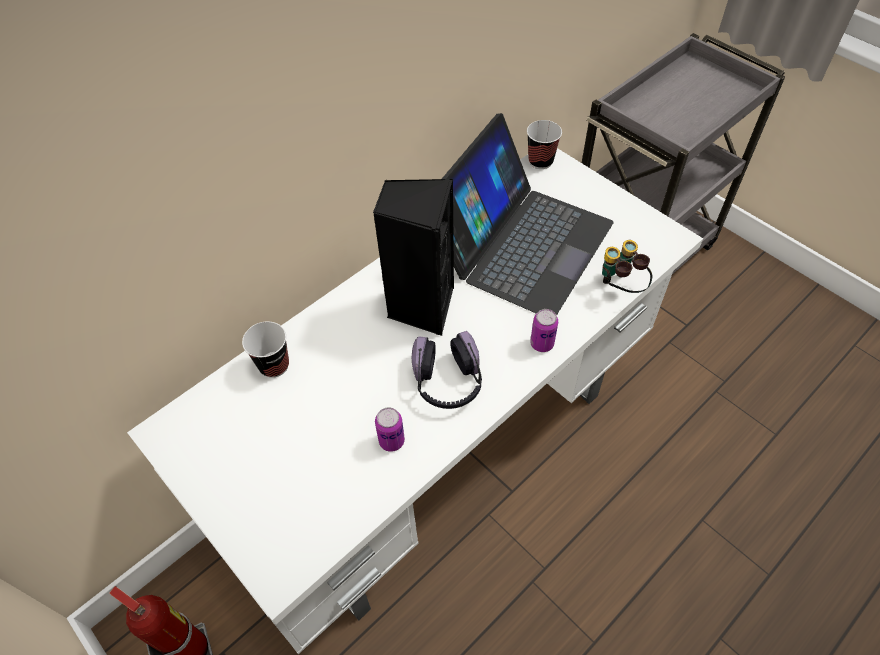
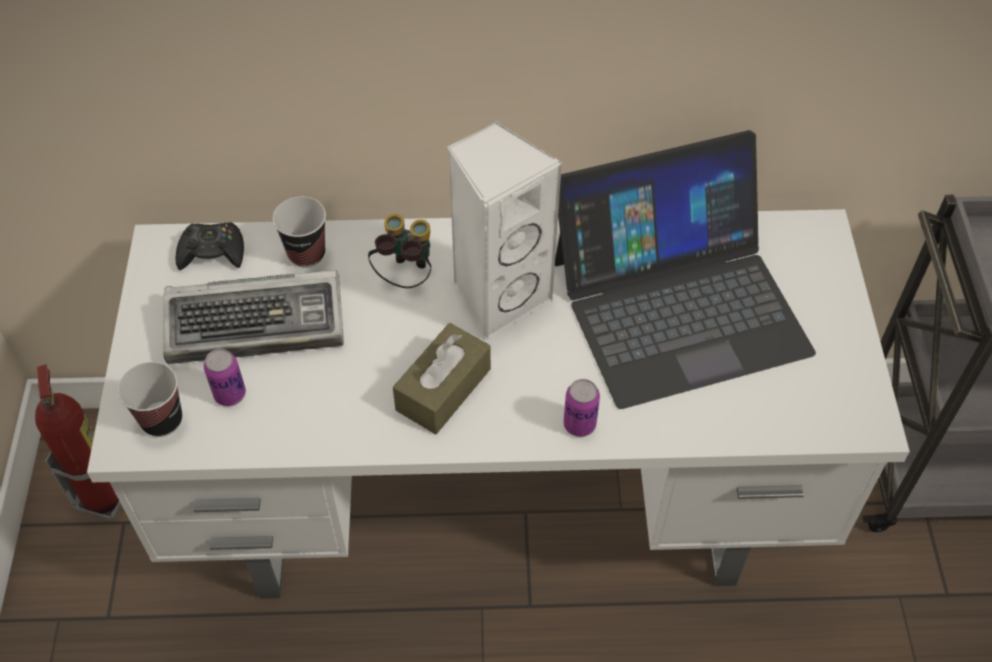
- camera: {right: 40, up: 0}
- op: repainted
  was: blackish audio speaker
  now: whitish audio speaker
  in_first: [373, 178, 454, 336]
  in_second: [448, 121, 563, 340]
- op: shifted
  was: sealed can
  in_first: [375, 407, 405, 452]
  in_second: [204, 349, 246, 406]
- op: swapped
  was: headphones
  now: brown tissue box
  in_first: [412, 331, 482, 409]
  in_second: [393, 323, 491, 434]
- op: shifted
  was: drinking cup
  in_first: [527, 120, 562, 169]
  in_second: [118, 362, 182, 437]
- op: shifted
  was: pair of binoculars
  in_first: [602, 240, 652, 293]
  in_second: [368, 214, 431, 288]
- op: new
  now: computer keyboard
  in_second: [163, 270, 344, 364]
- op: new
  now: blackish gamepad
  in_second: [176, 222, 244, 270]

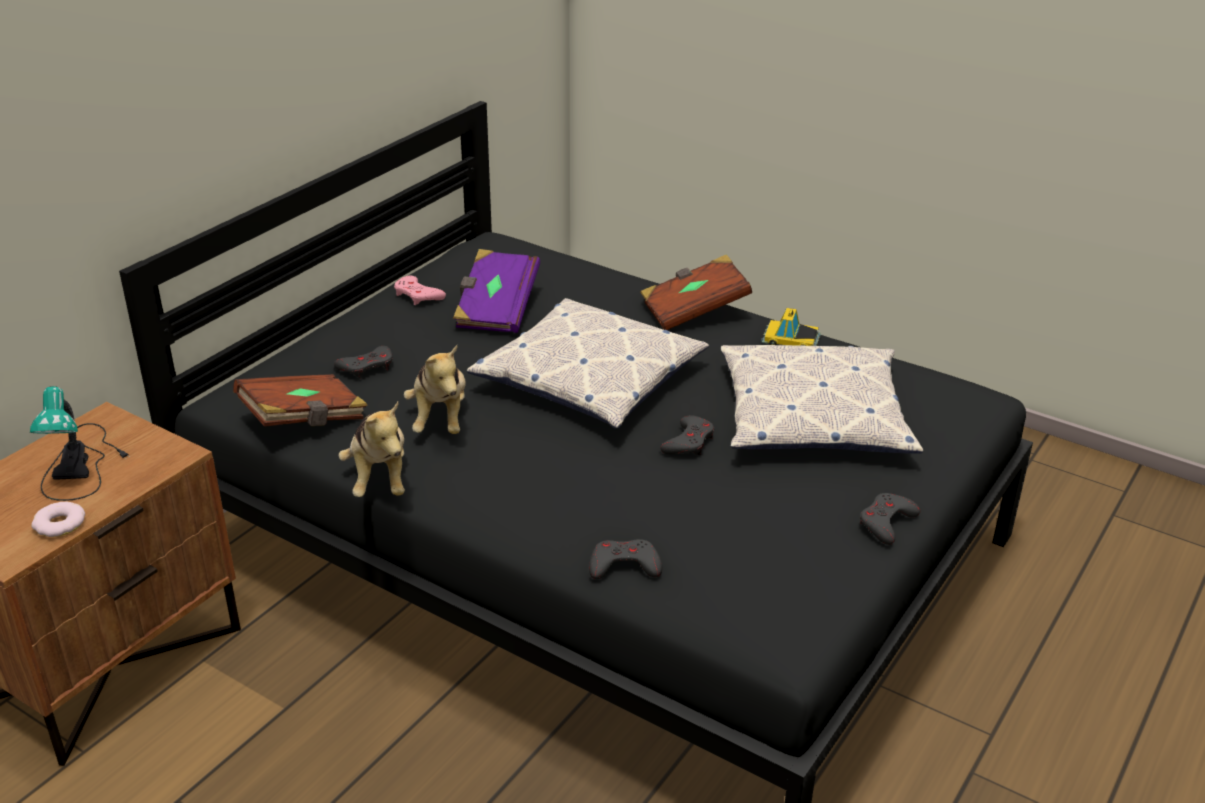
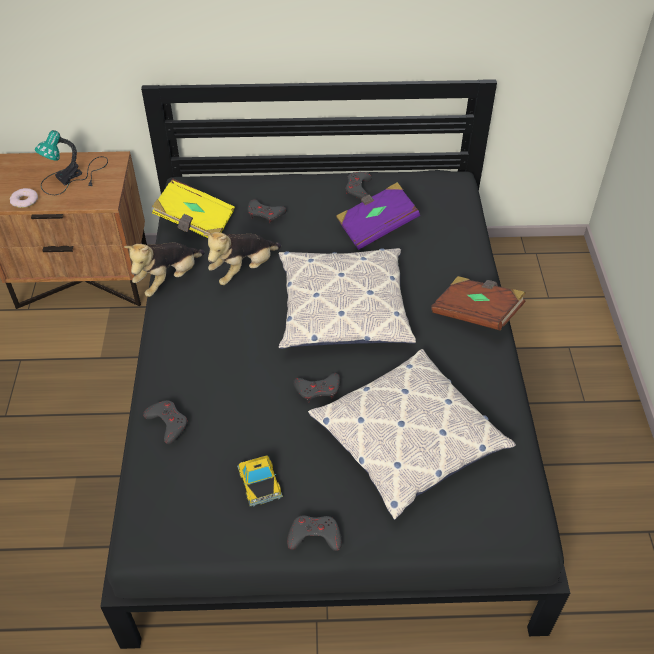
- camera: {right: 55, up: 15}
- op: repainted
  was: brown bound book
  now: yellowish bound book
  in_first: [233, 374, 368, 427]
  in_second: [152, 178, 235, 238]
- op: repainted
  was: pink-coloured gamepad
  now: grey gamepad
  in_first: [394, 276, 446, 305]
  in_second: [346, 172, 372, 199]
- op: shifted
  was: miniature car
  in_first: [761, 308, 821, 346]
  in_second: [237, 455, 283, 507]

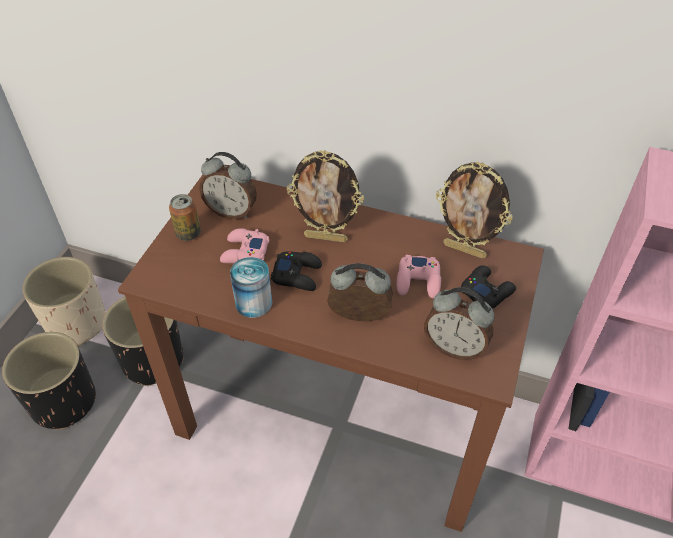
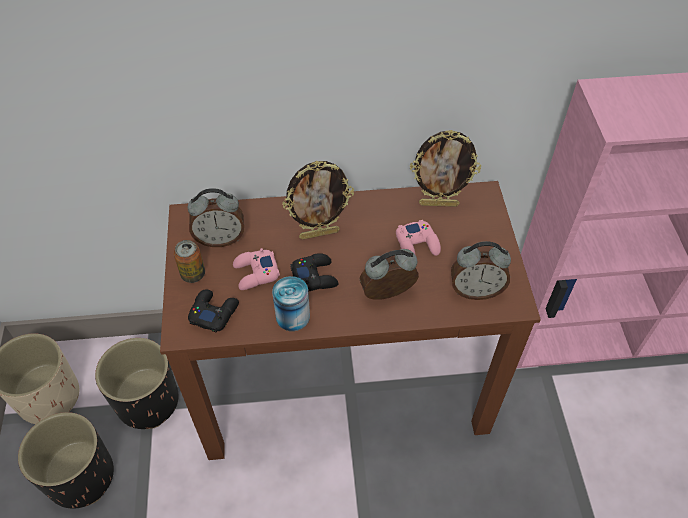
- camera: {right: -25, up: 5}
- op: shifted
  was: blackish gamepad
  in_first: [461, 265, 516, 309]
  in_second: [188, 290, 239, 332]

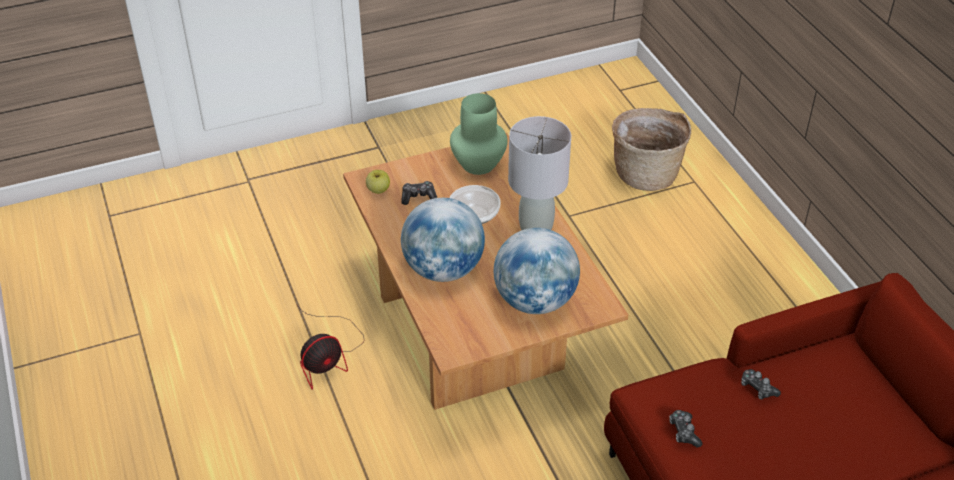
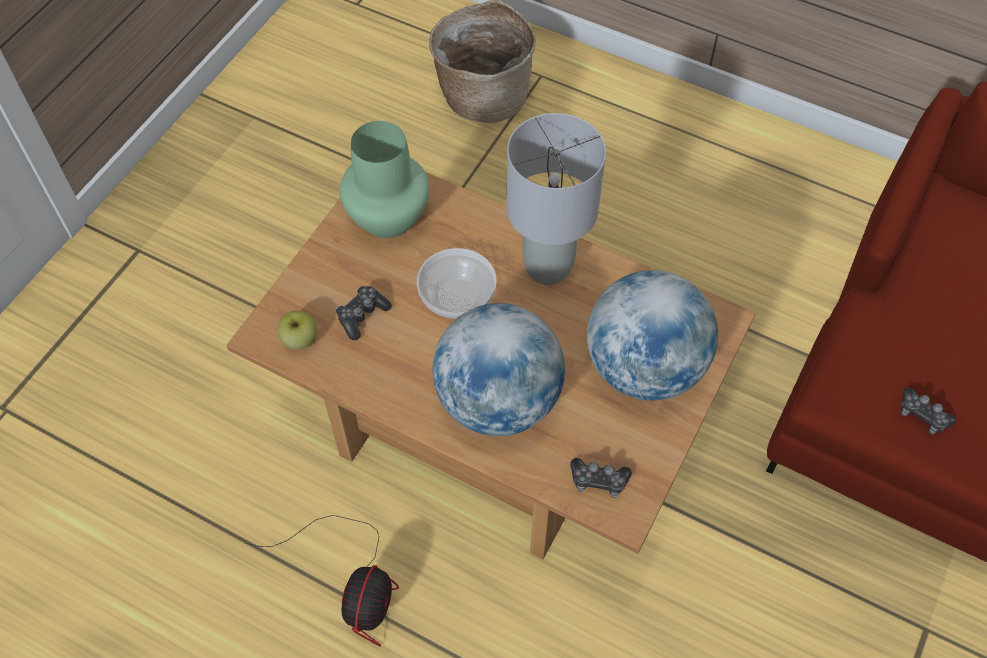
- camera: {right: -40, up: 15}
- op: shifted
  was: gamepad
  in_first: [741, 369, 781, 399]
  in_second: [570, 458, 632, 498]

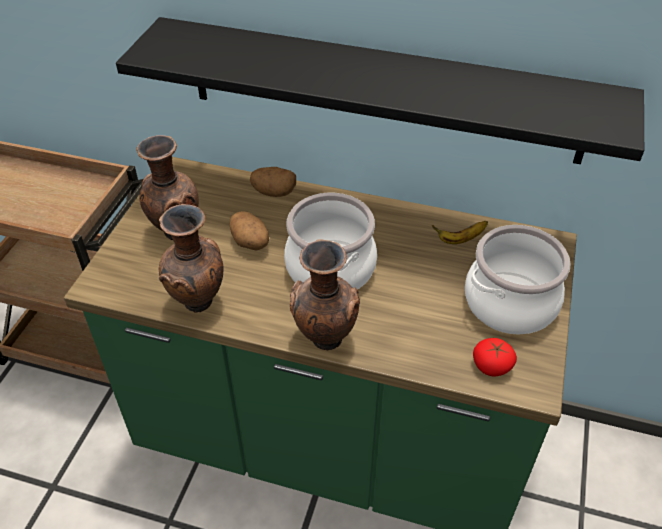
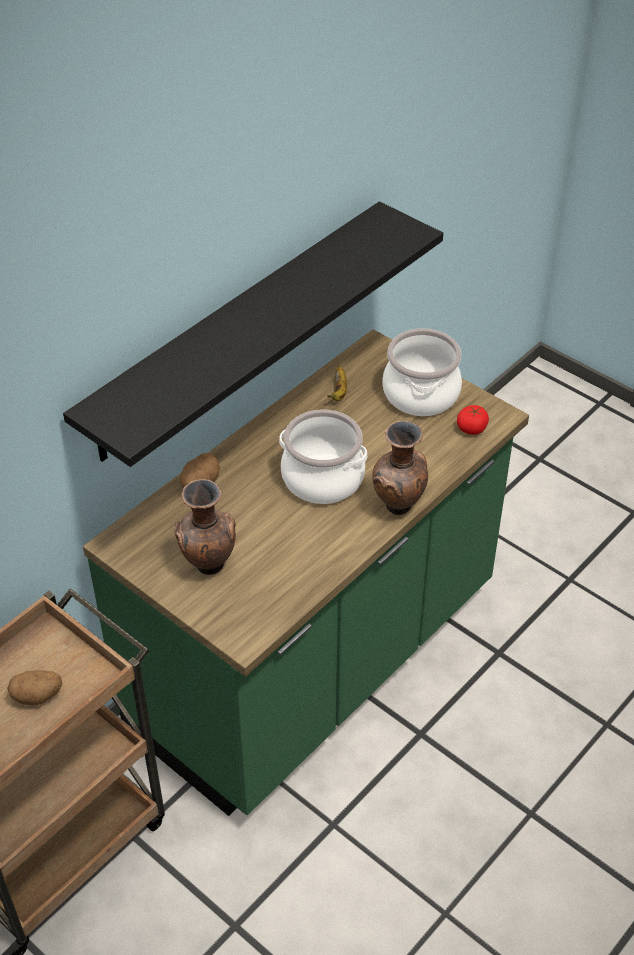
- camera: {right: -65, up: 0}
- op: gone
  was: brown flower vase
  in_first: [159, 204, 224, 313]
- op: shifted
  was: potato
  in_first: [229, 211, 269, 250]
  in_second: [7, 670, 62, 705]

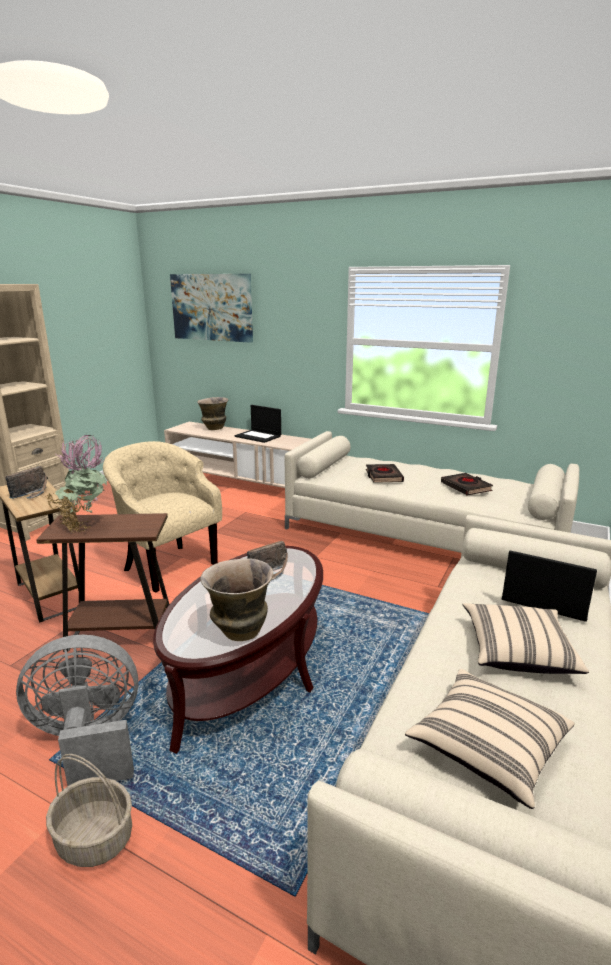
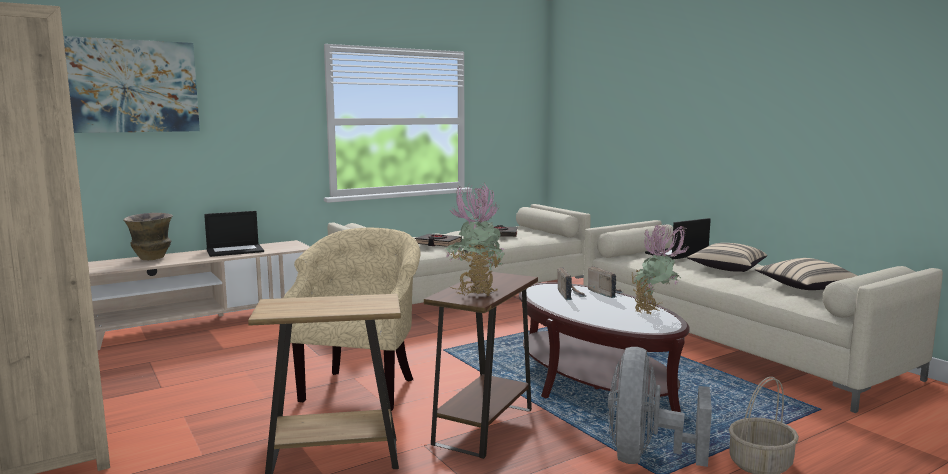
- camera: {right: -60, up: -10}
- op: shifted
  was: radio
  in_first: [5, 466, 47, 499]
  in_second: [588, 266, 623, 298]
- op: rotated
  was: beige-coloured armchair
  in_first: [103, 441, 222, 593]
  in_second: [283, 228, 421, 411]
  clockwise: 120
- op: swapped
  was: flower vase
  now: houseplant
  in_first: [200, 558, 273, 641]
  in_second: [631, 222, 688, 315]

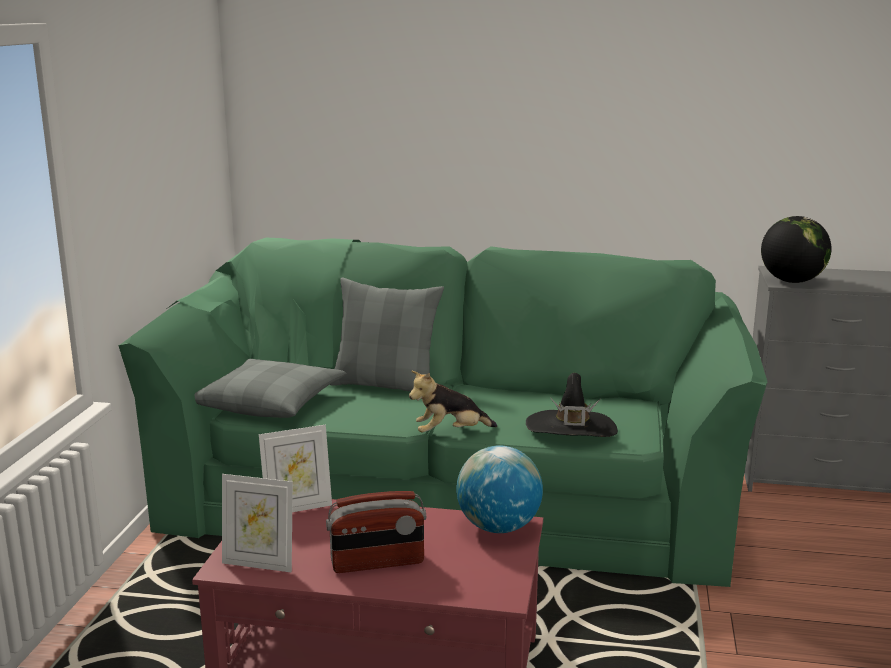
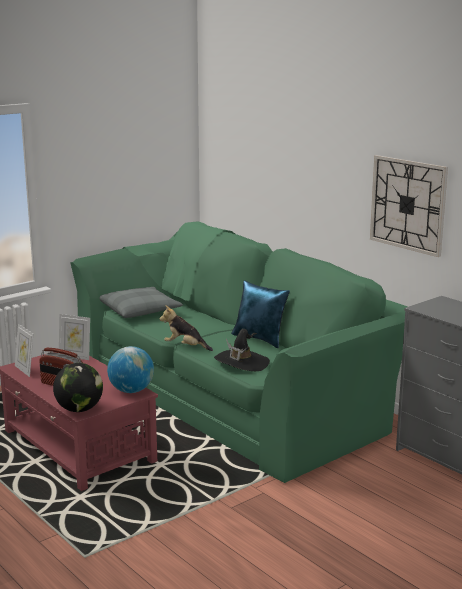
- camera: {right: 40, up: 0}
- op: gone
  was: grey throw pillow
  in_first: [330, 277, 444, 392]
- op: shifted
  was: globe
  in_first: [761, 216, 831, 283]
  in_second: [53, 363, 103, 412]
- op: new
  now: blue-coloured throw pillow
  in_second: [231, 280, 290, 348]
- op: new
  now: clock on the wall
  in_second: [370, 155, 448, 257]

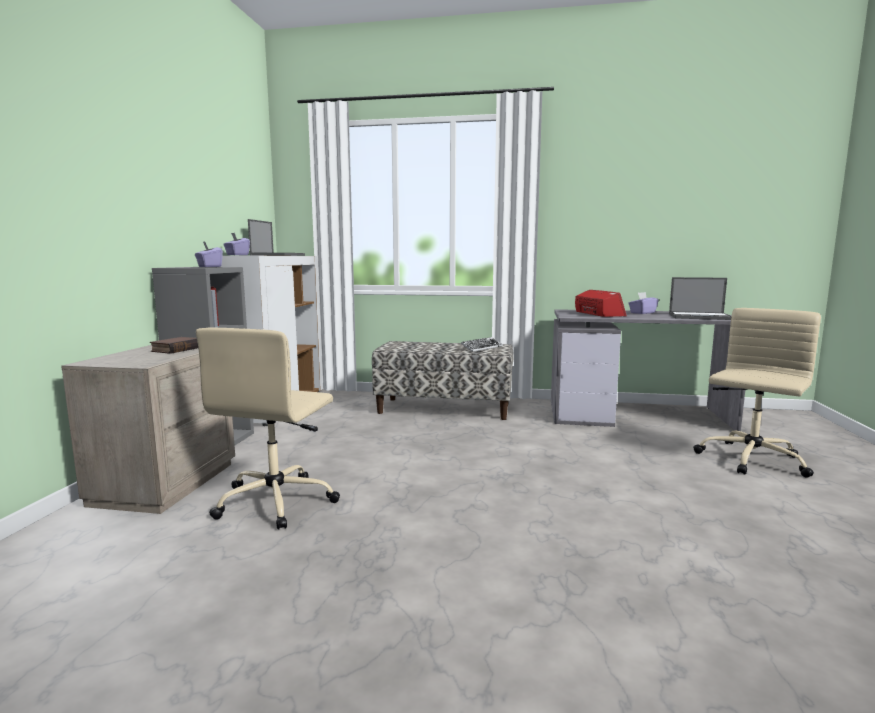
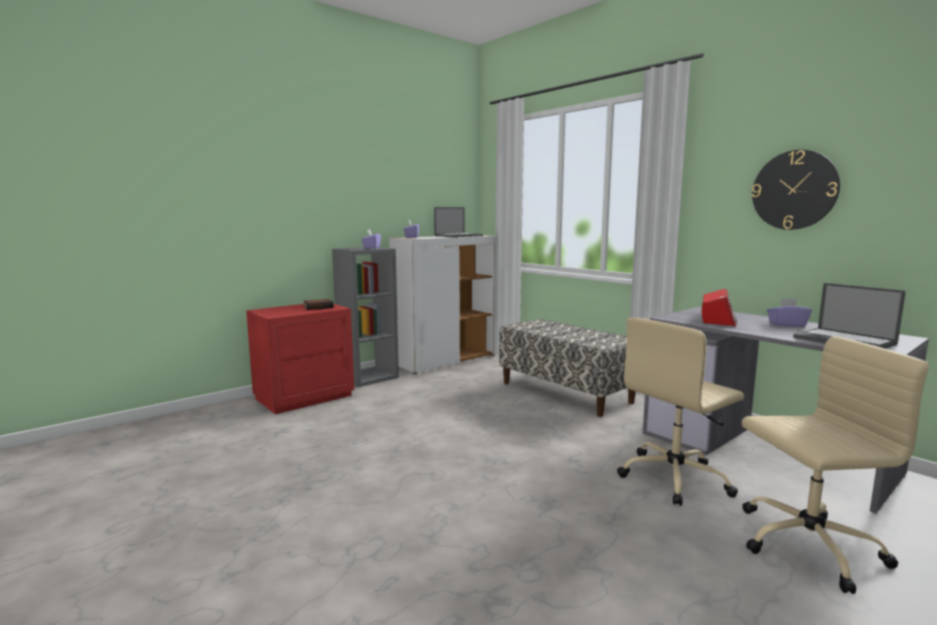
- camera: {right: 40, up: 0}
- op: repainted
  was: beige-coloured bedside table
  now: reddish bedside table
  in_first: [61, 345, 235, 514]
  in_second: [246, 304, 354, 414]
- op: shifted
  was: beige-coloured office chair
  in_first: [196, 327, 340, 530]
  in_second: [617, 318, 744, 506]
- op: gone
  was: computer keyboard
  in_first: [461, 337, 503, 352]
- op: new
  now: clock on the wall
  in_second: [752, 150, 840, 230]

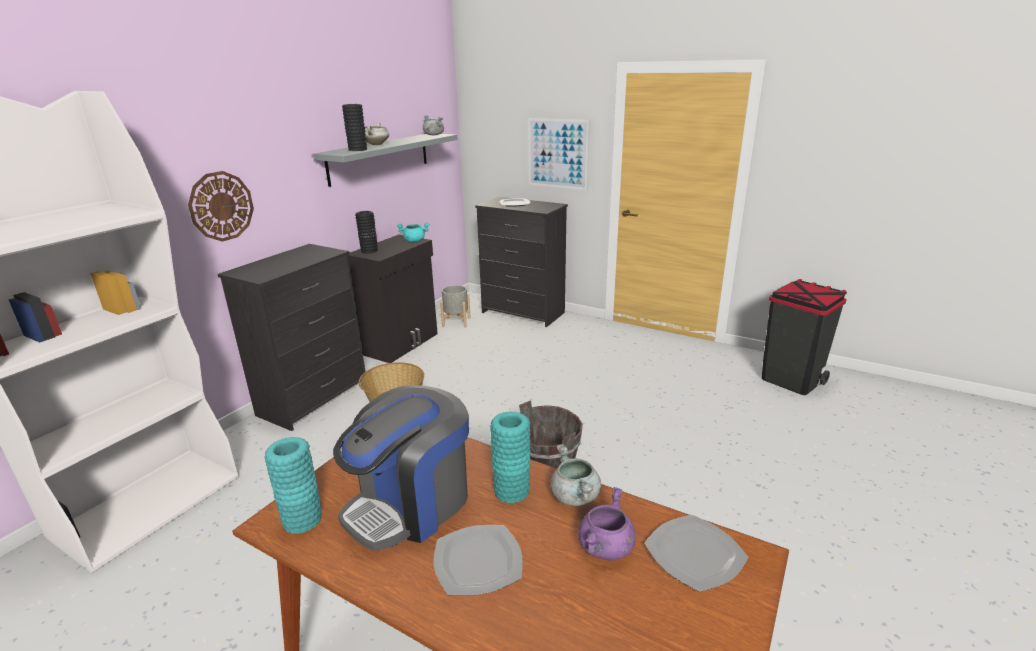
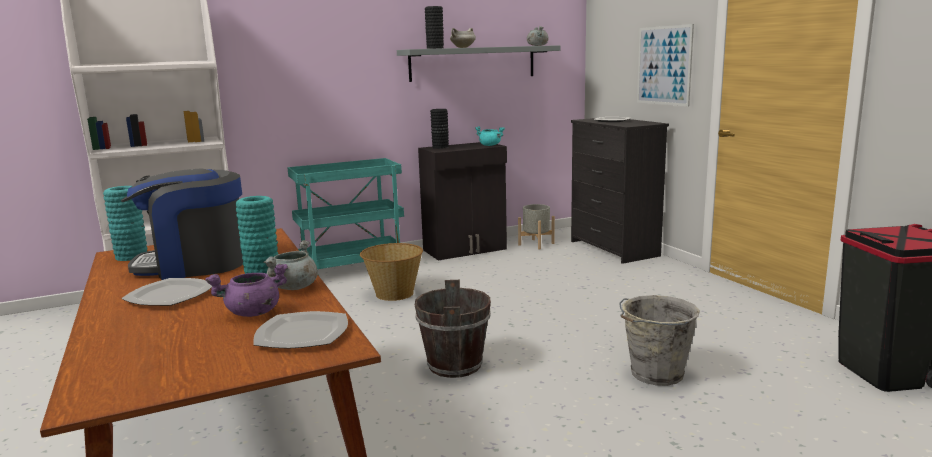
- camera: {right: 35, up: -10}
- op: gone
  was: clock on the wall
  in_first: [188, 171, 254, 242]
- op: swapped
  was: blackish dresser
  now: turquoise trolley
  in_first: [218, 244, 365, 431]
  in_second: [287, 158, 404, 276]
- op: new
  now: grey water bucket
  in_second: [619, 295, 700, 386]

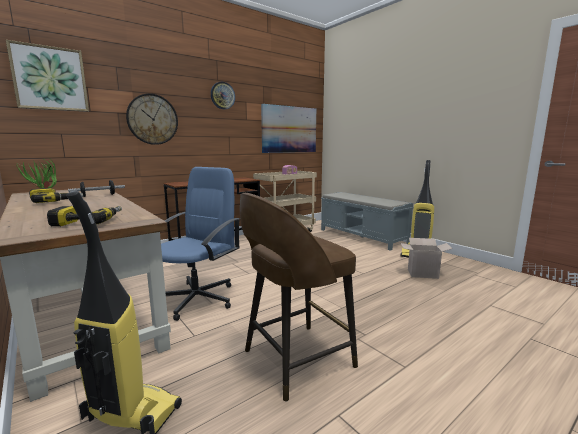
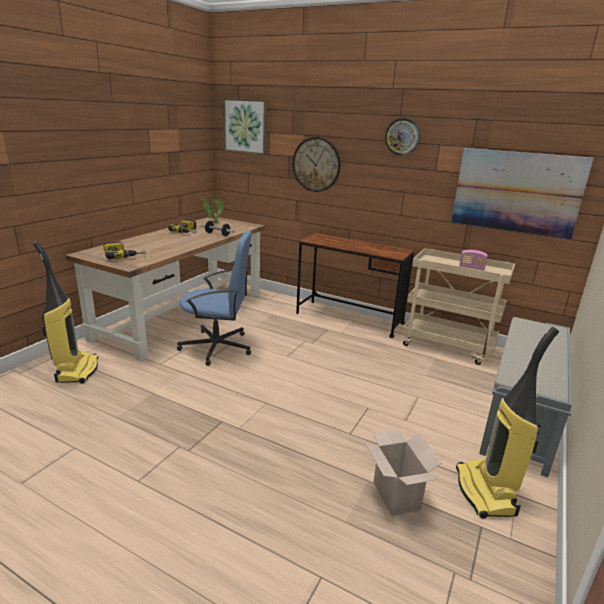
- camera: {right: 65, up: 10}
- op: gone
  was: brown stool seat
  in_first: [240, 193, 358, 402]

